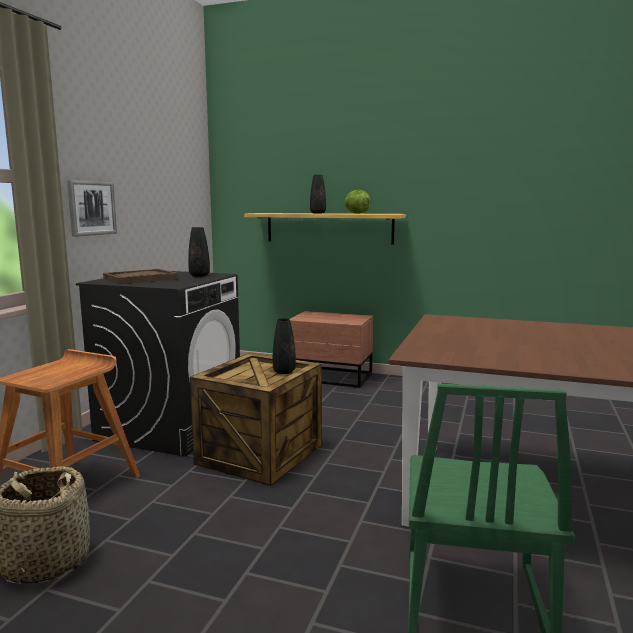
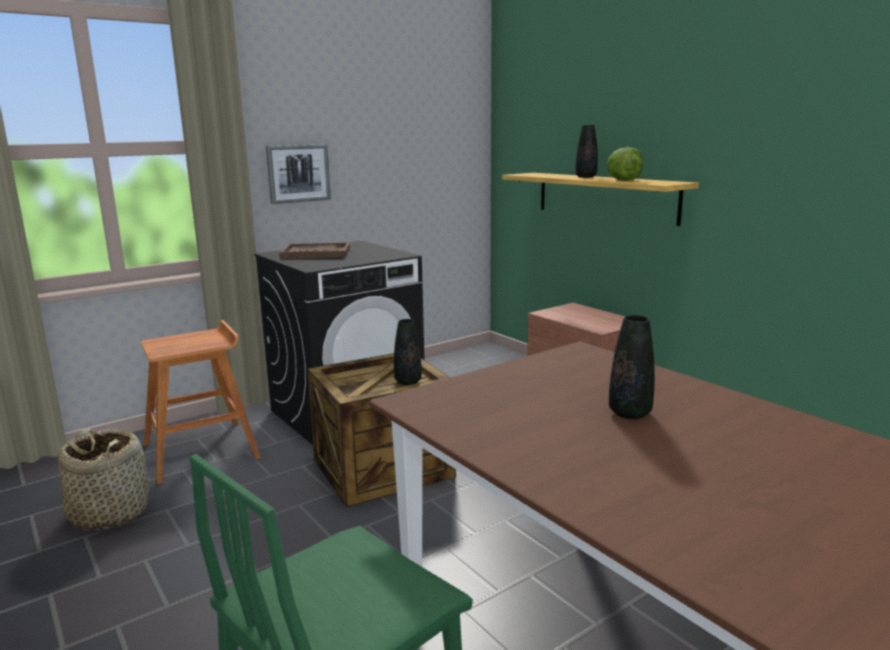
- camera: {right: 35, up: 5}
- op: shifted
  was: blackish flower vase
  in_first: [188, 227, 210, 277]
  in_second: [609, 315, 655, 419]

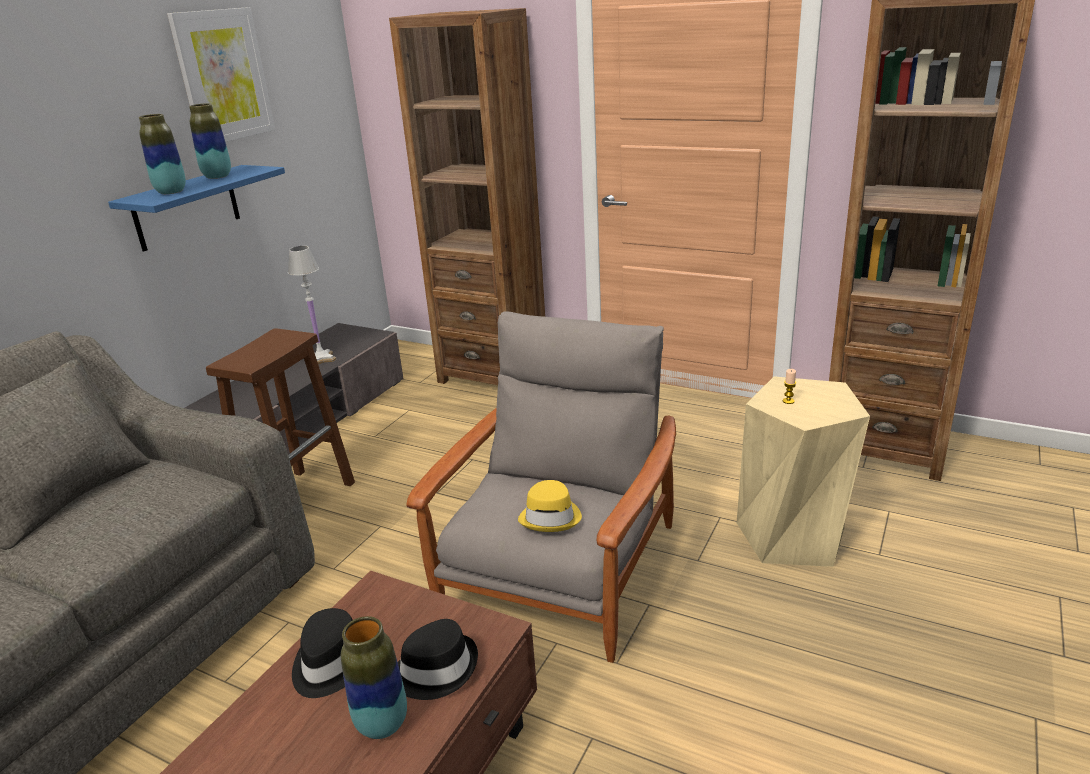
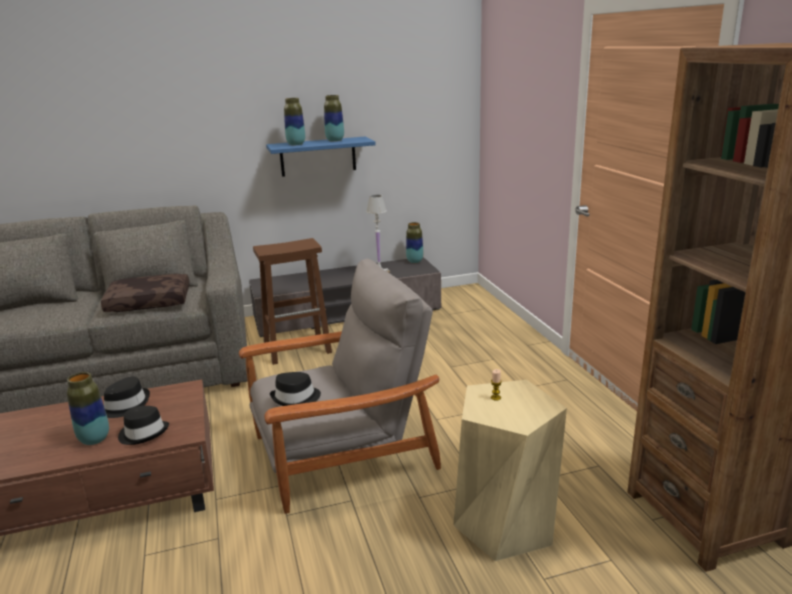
- camera: {right: 45, up: -5}
- op: gone
  was: wall picture
  in_first: [167, 7, 275, 142]
- op: gone
  was: brown shelving unit
  in_first: [389, 8, 545, 385]
- op: repainted
  was: yellowish hat
  now: blackish hat
  in_first: [518, 480, 582, 532]
  in_second: [270, 372, 321, 406]
- op: new
  now: brown throw pillow
  in_second: [101, 274, 189, 312]
- op: new
  now: flower vase
  in_second: [406, 222, 423, 263]

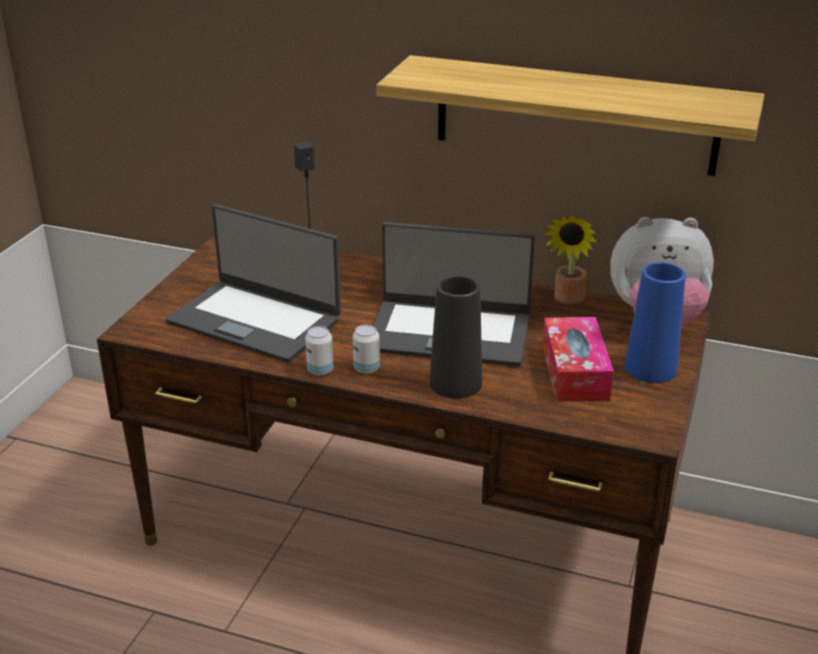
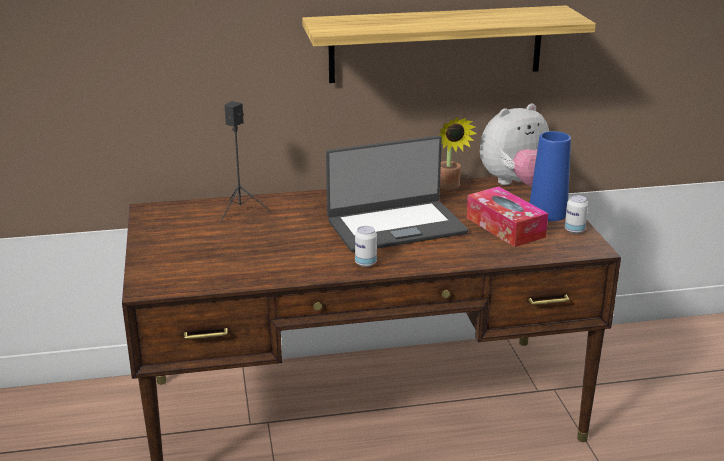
- camera: {right: -30, up: -5}
- op: gone
  was: portable computer
  in_first: [166, 204, 341, 362]
- op: shifted
  was: sealed can
  in_first: [305, 326, 333, 376]
  in_second: [565, 195, 588, 234]
- op: gone
  was: blackish flower vase
  in_first: [429, 276, 482, 399]

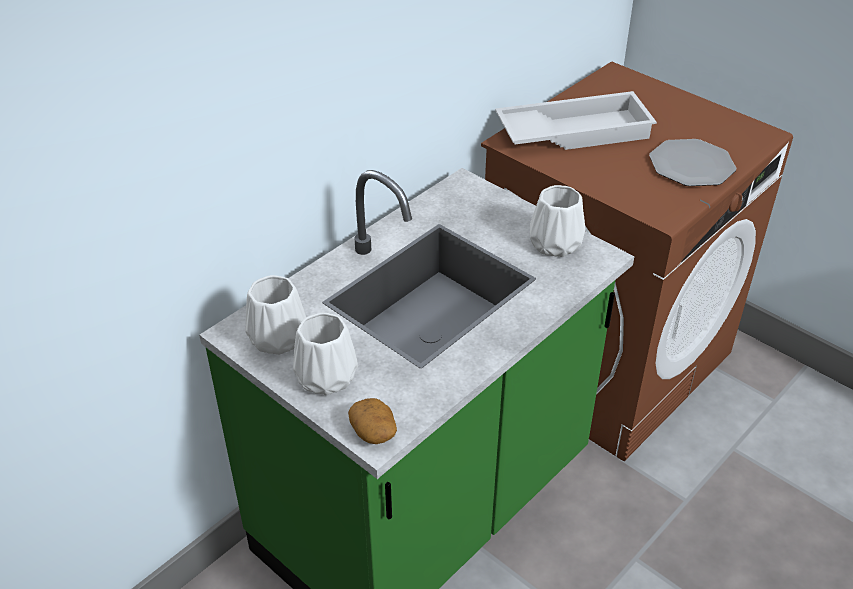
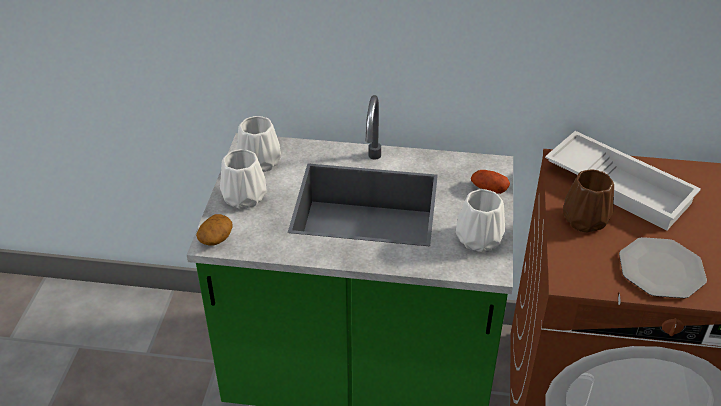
- camera: {right: 55, up: 0}
- op: new
  now: potato
  in_second: [471, 170, 510, 194]
- op: new
  now: brown flower vase
  in_second: [563, 170, 614, 232]

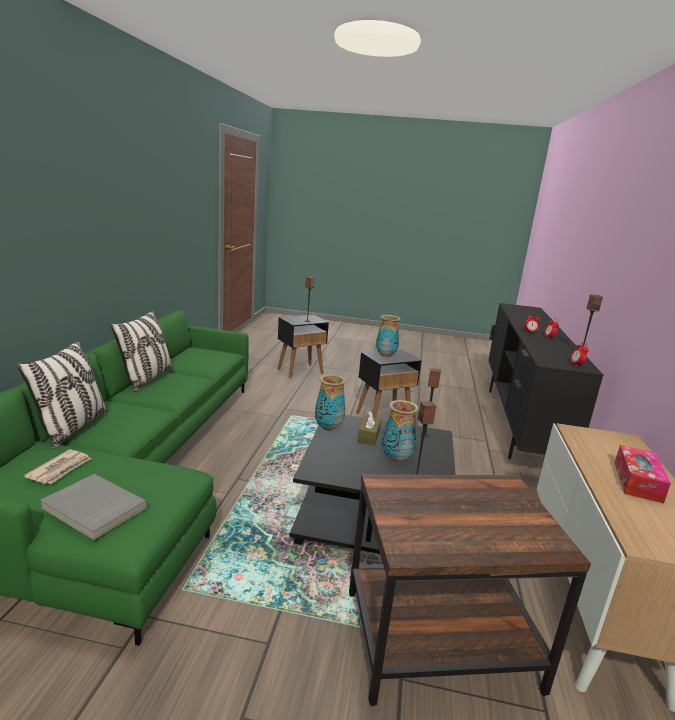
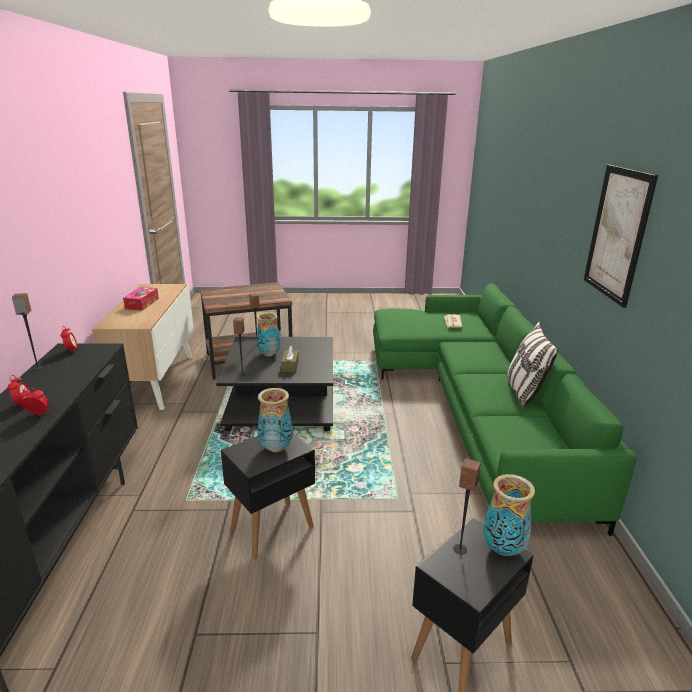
- camera: {right: 170, up: 5}
- op: gone
  was: throw pillow
  in_first: [17, 340, 107, 449]
- op: gone
  was: grey bound book
  in_first: [40, 474, 148, 540]
- op: shifted
  was: flower vase
  in_first: [315, 374, 346, 431]
  in_second: [483, 474, 535, 556]
- op: new
  now: wall picture
  in_second: [584, 164, 658, 308]

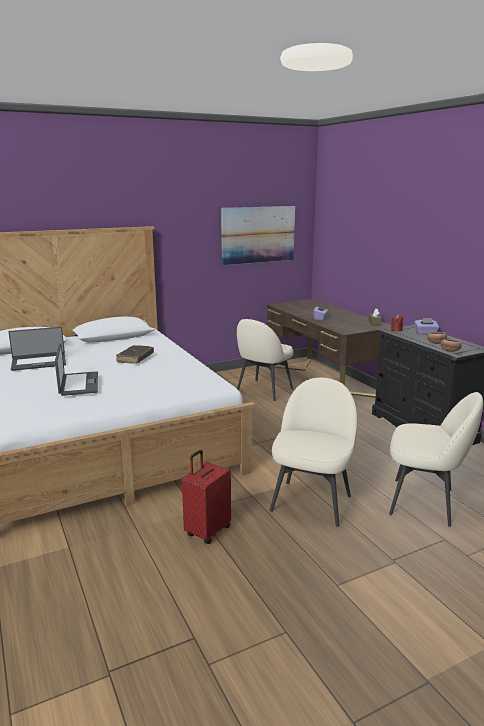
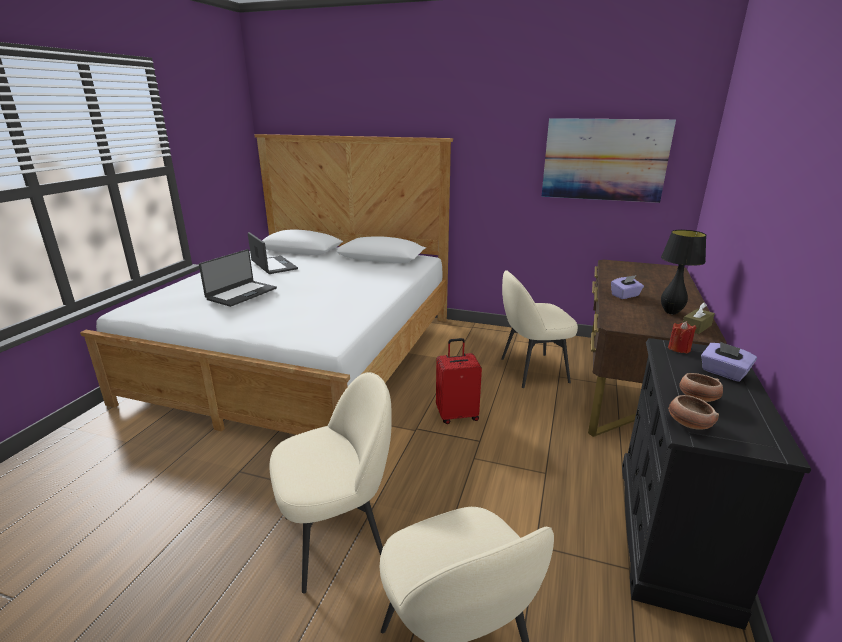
- camera: {right: 45, up: 5}
- op: rotated
  was: portable computer
  in_first: [8, 327, 66, 371]
  in_second: [248, 232, 298, 274]
  clockwise: -150
- op: gone
  was: brown bound book
  in_first: [116, 345, 154, 364]
- op: shifted
  was: reddish suitcase
  in_first: [182, 450, 231, 544]
  in_second: [436, 338, 482, 424]
- op: new
  now: blackish lamp for a table
  in_second: [661, 230, 706, 314]

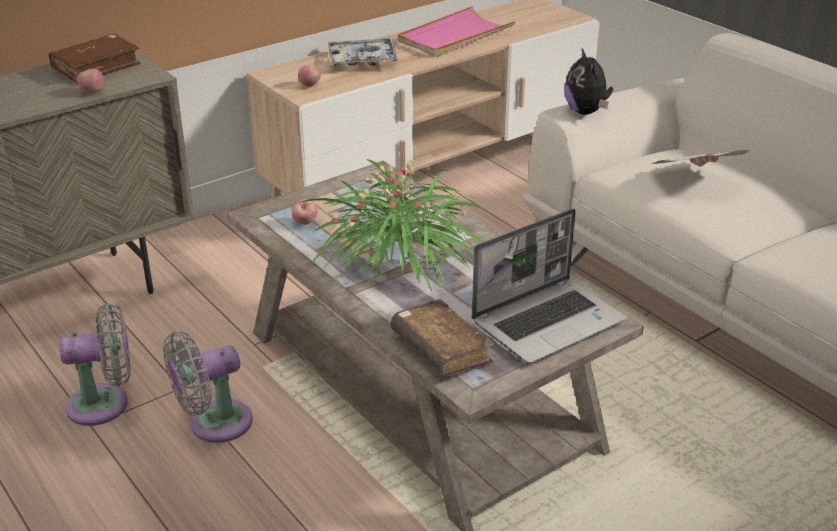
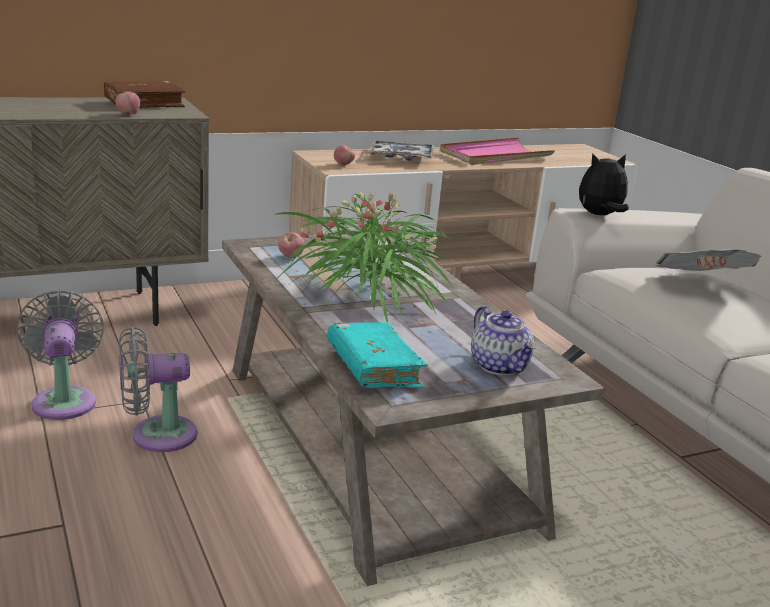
- camera: {right: 10, up: -10}
- op: rotated
  was: grey electric fan
  in_first: [59, 303, 131, 426]
  in_second: [17, 290, 104, 420]
  clockwise: -105
- op: repainted
  was: brown bound book
  now: turquoise bound book
  in_first: [390, 299, 495, 377]
  in_second: [327, 322, 428, 388]
- op: swapped
  was: portable computer
  now: teapot
  in_first: [472, 208, 627, 364]
  in_second: [471, 306, 537, 375]
- op: rotated
  was: plush toy
  in_first: [564, 48, 613, 115]
  in_second: [579, 153, 629, 215]
  clockwise: 75

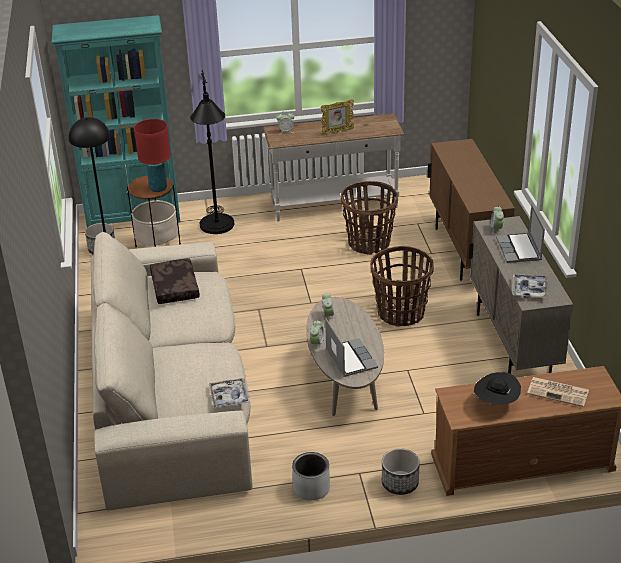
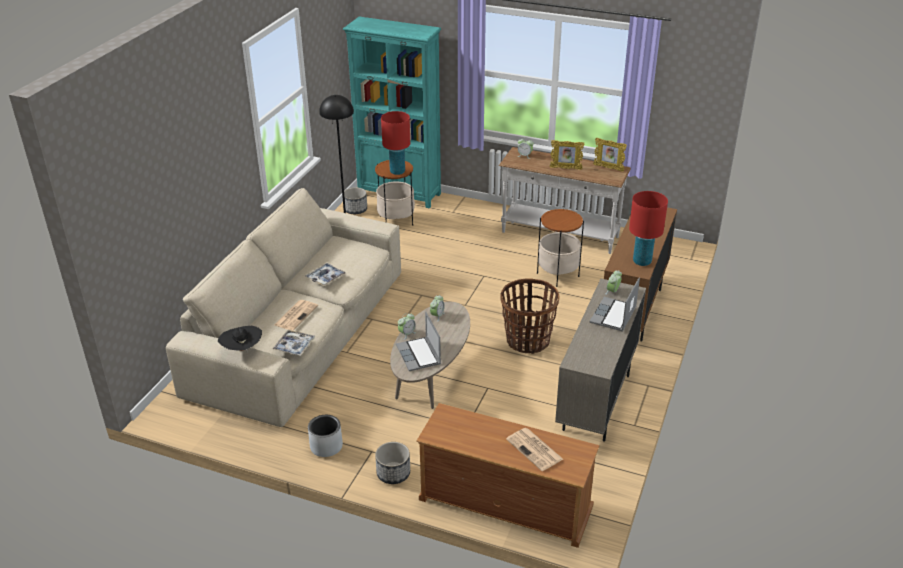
- camera: {right: 30, up: 0}
- op: gone
  was: brown throw pillow
  in_first: [150, 258, 200, 304]
- op: gone
  was: blackish standing lamp
  in_first: [190, 70, 234, 234]
- op: rotated
  was: portable computer
  in_first: [325, 318, 378, 377]
  in_second: [396, 311, 441, 371]
  clockwise: 150
- op: swapped
  was: household basket
  now: end table
  in_first: [340, 181, 398, 255]
  in_second: [537, 209, 584, 287]
- op: shifted
  was: blackish hat
  in_first: [474, 372, 521, 405]
  in_second: [218, 326, 262, 351]
- op: shifted
  was: carrying tray
  in_first: [512, 274, 548, 298]
  in_second: [305, 263, 345, 286]
- op: new
  now: newspaper
  in_second: [274, 300, 318, 331]
- op: new
  now: photo frame
  in_second: [593, 138, 627, 171]
- op: new
  now: reddish lamp for a table
  in_second: [629, 191, 668, 266]

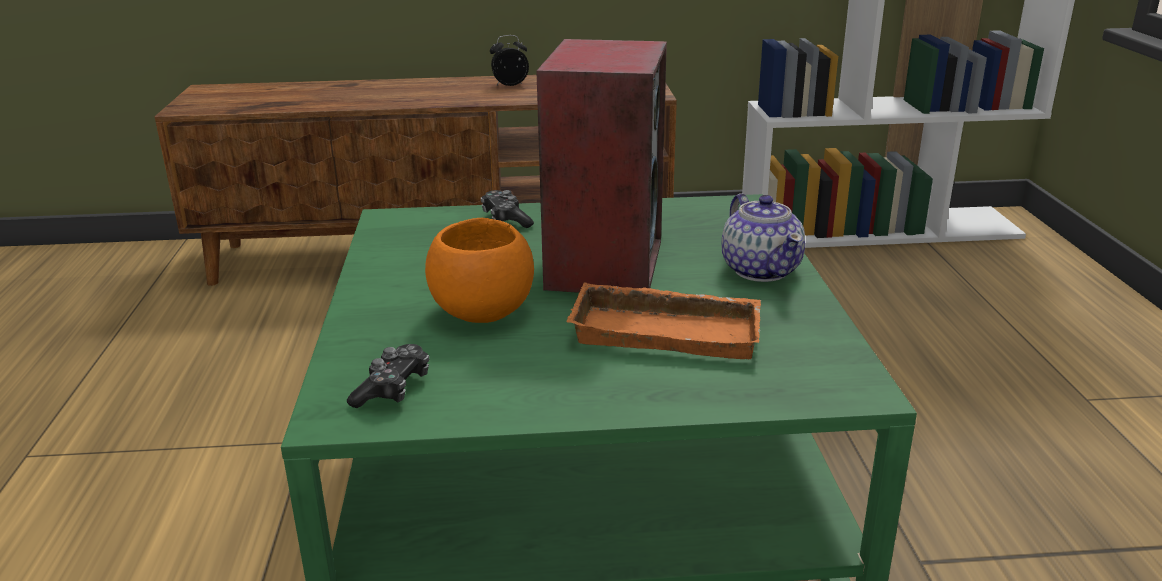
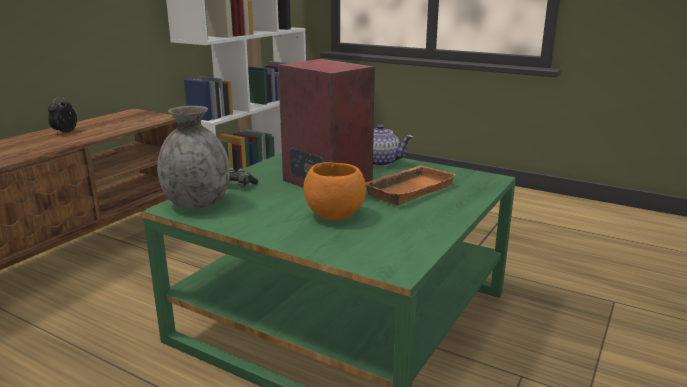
- camera: {right: -55, up: -5}
- op: gone
  was: gamepad
  in_first: [347, 344, 429, 408]
- op: new
  now: grey flower vase
  in_second: [157, 106, 230, 209]

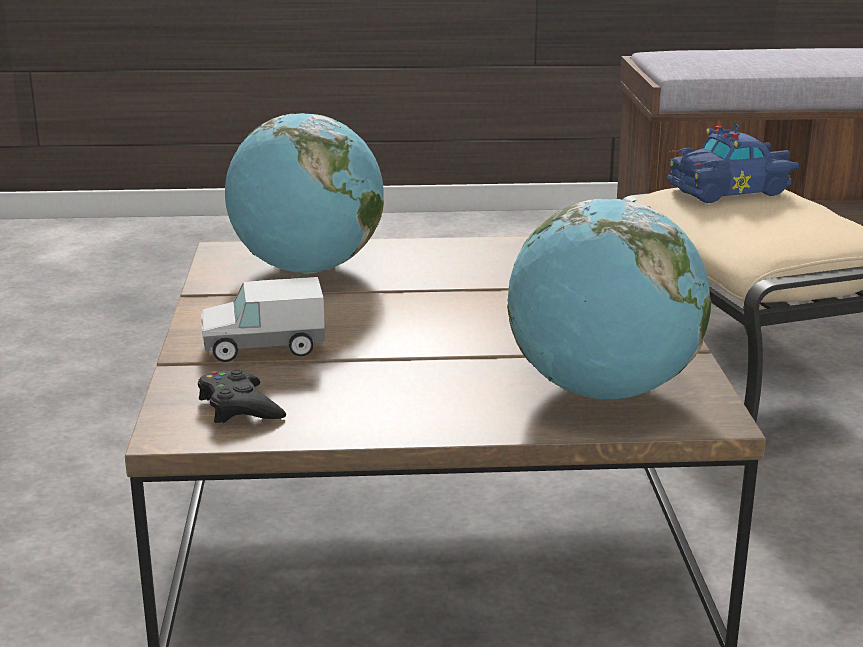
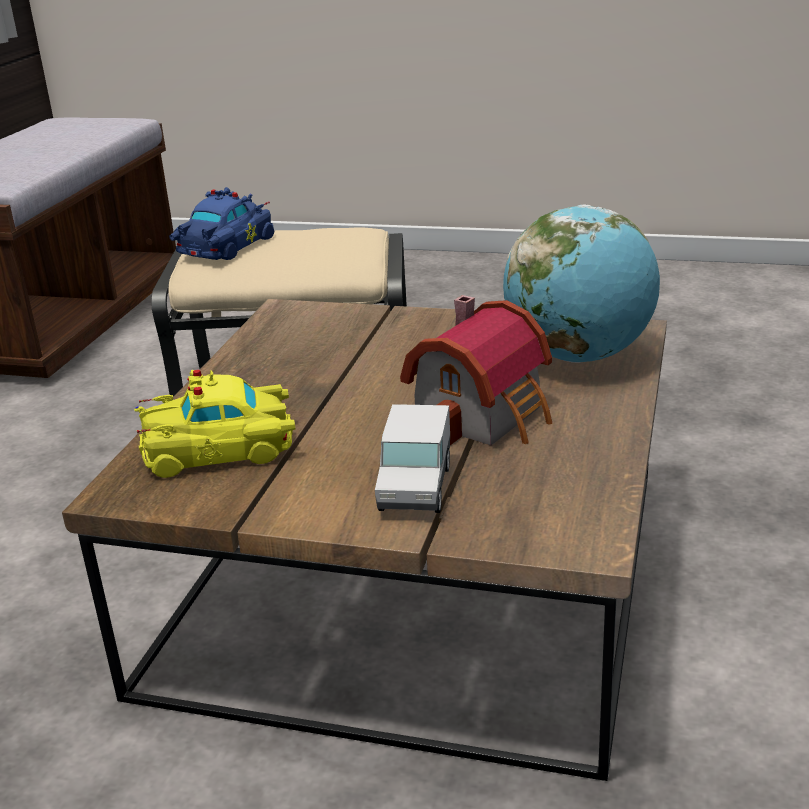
- camera: {right: -70, up: 5}
- op: gone
  was: blackish gamepad
  in_first: [198, 369, 286, 423]
- op: swapped
  was: globe
  now: yellowish miniature car
  in_first: [225, 113, 384, 274]
  in_second: [134, 370, 295, 478]
- op: rotated
  was: blue-coloured miniature car
  in_first: [667, 124, 799, 203]
  in_second: [169, 187, 274, 260]
  clockwise: -150
- op: new
  now: miniature house
  in_second: [400, 295, 552, 445]

